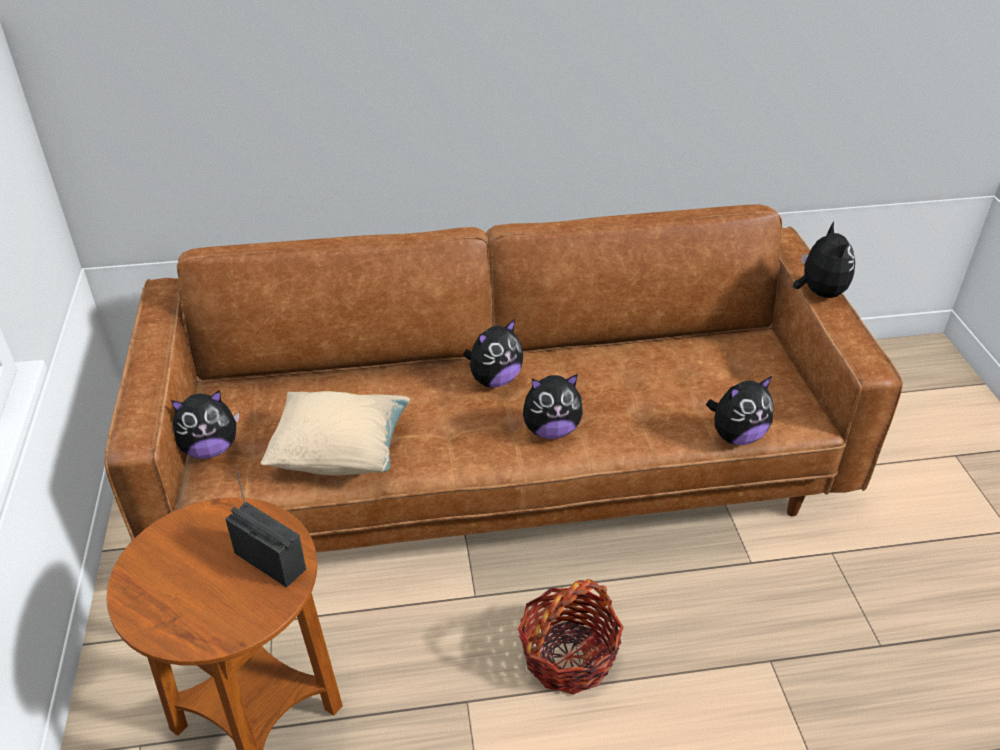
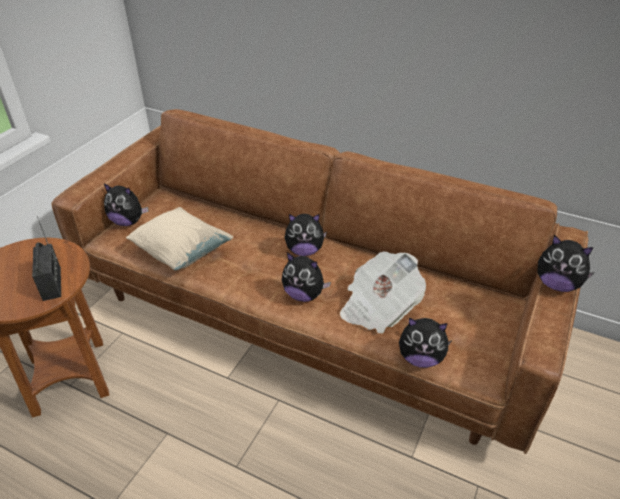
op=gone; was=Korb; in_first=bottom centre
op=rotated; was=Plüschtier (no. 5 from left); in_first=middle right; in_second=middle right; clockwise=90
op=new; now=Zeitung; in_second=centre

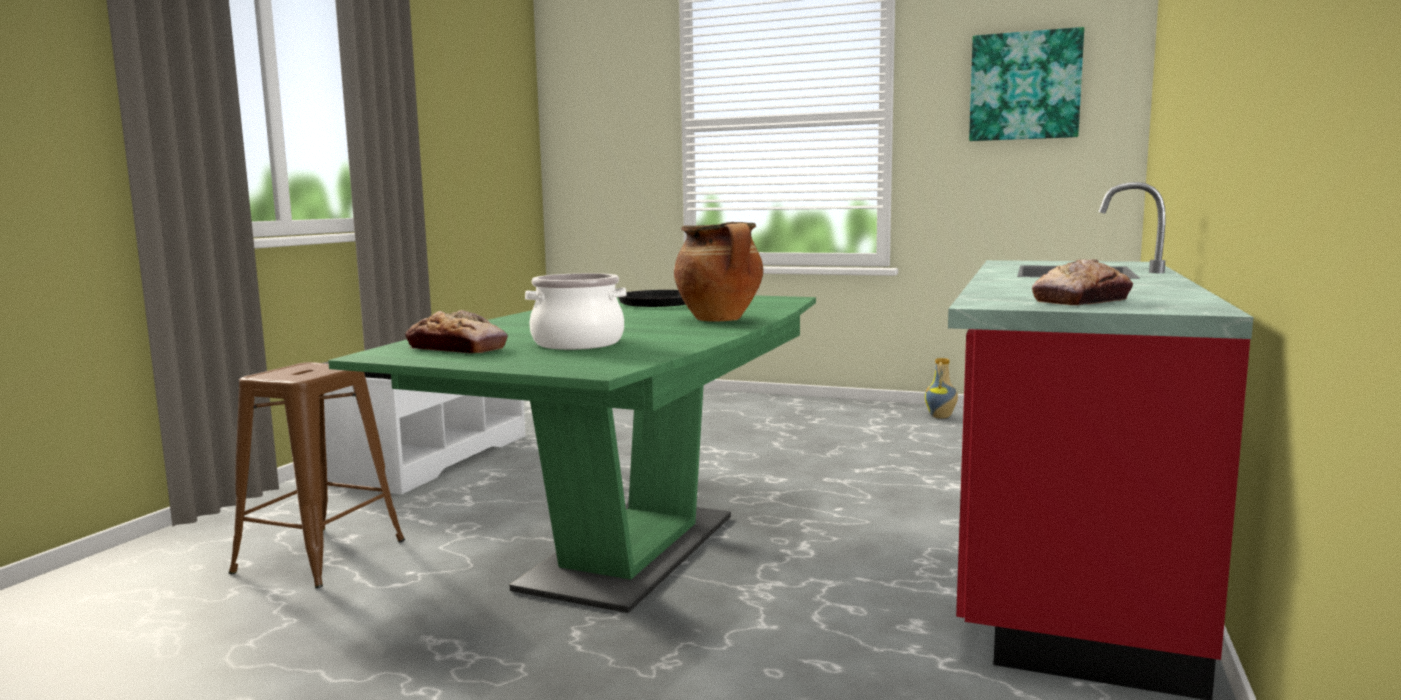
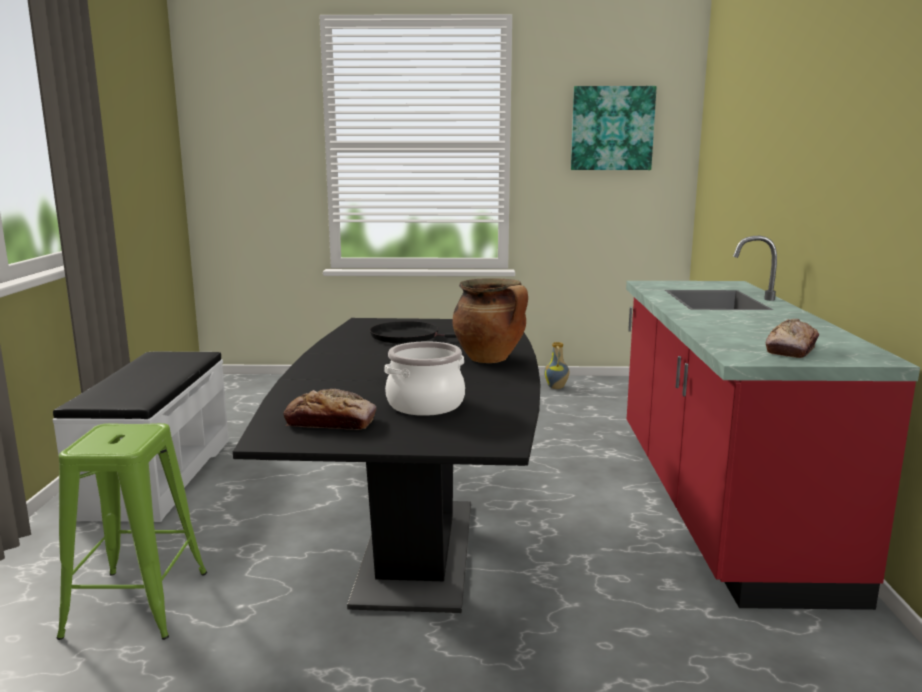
op=repainted; was=Hocker (braun); now=Hocker (grün); in_first=bottom left; in_second=bottom left
op=repainted; was=Esstisch (grün); now=Esstisch (schwarz); in_first=centre; in_second=bottom centre

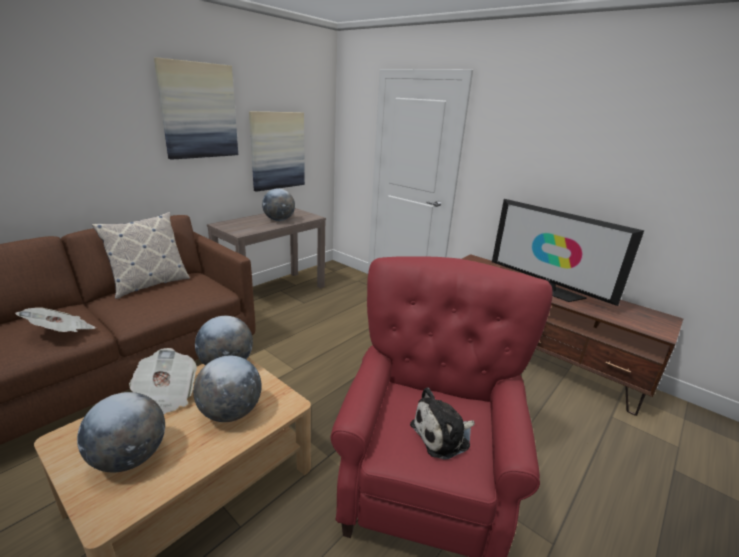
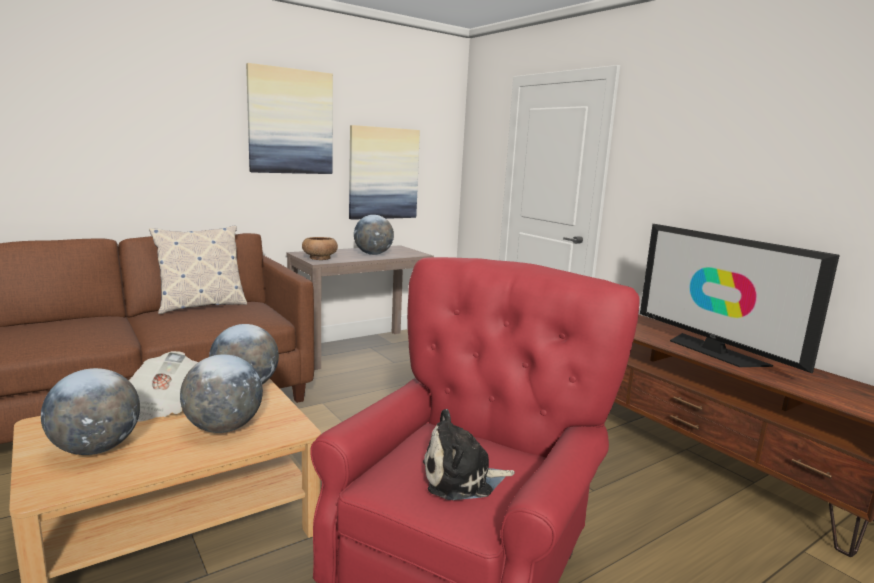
op=gone; was=Zeitung (no. 1 from left); in_first=middle left
op=new; now=Schüssel (braun); in_second=centre

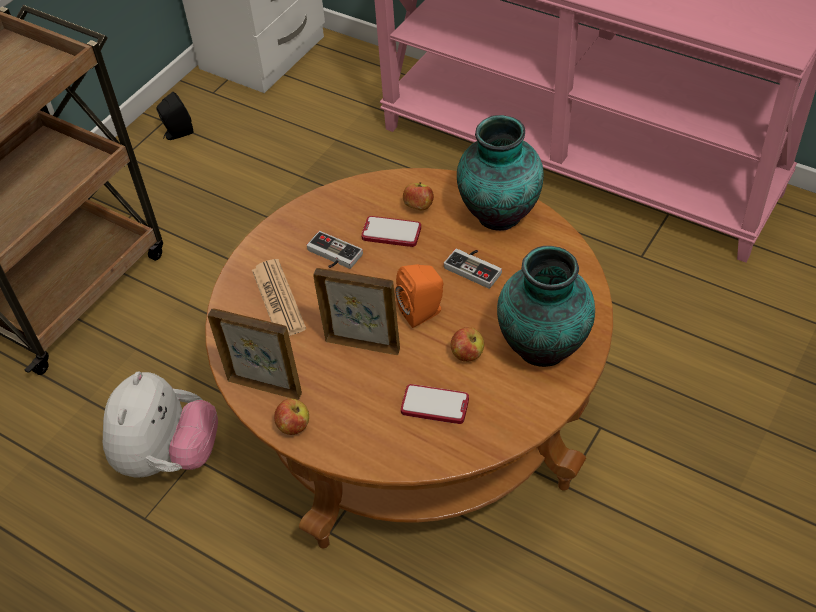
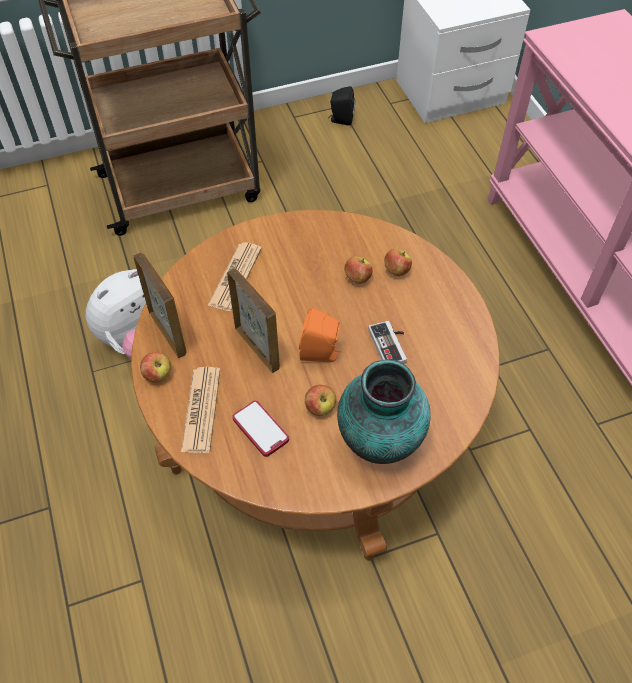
op=gone; was=Gamepad (no. 1 from left); in_first=centre
op=swapped; was=Handy (no. 1 from left); now=Apfel (no. 3 from left); in_first=centre; in_second=centre
op=gone; was=Vase (no. 1 from left); in_first=top centre
op=new; now=Zeitung (no. 1 from left); in_second=middle left

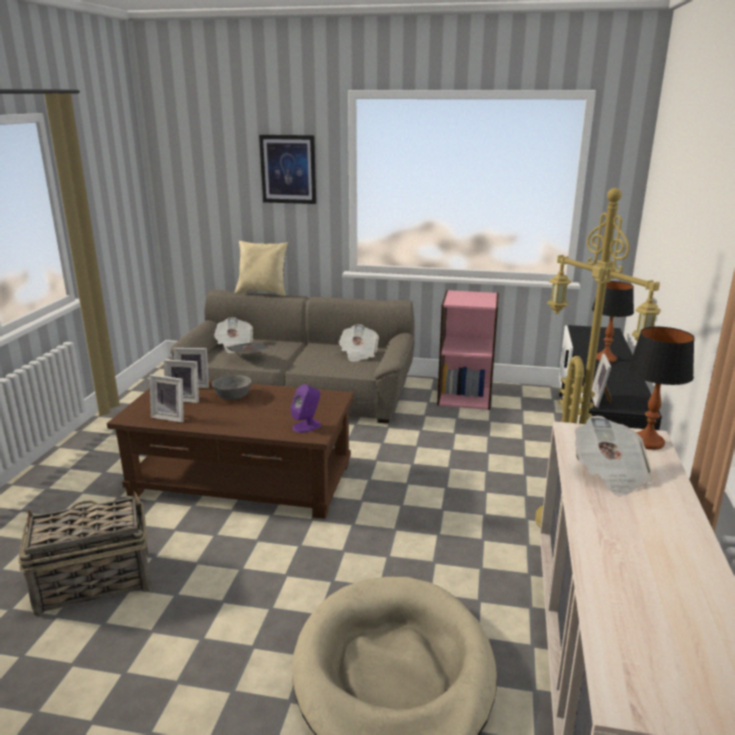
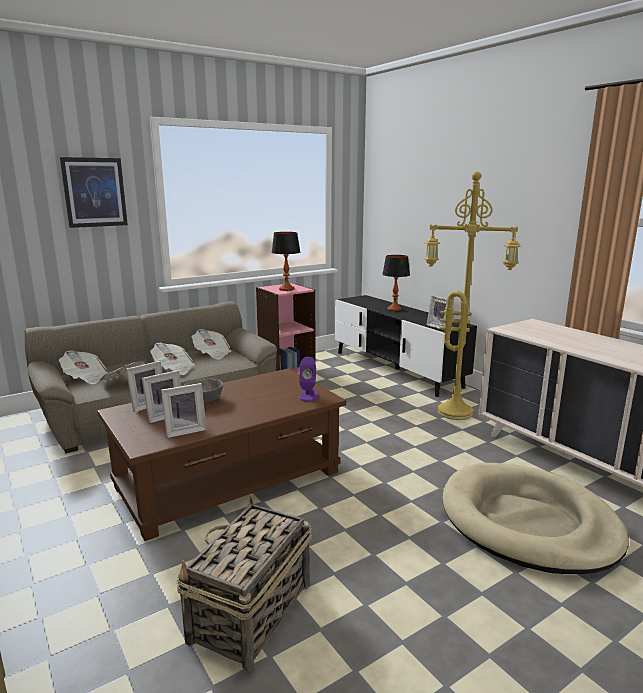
op=gone; was=Kissen (beige); in_first=centre
op=shifted; was=Zeitung (no. 4 from left in the first image); now=Zeitung (no. 3 from left); in_first=middle right; in_second=middle left
op=shifted; was=Tischlampe (no. 2 from left in the first image); now=Tischlampe (no. 1 from left); in_first=middle right; in_second=centre

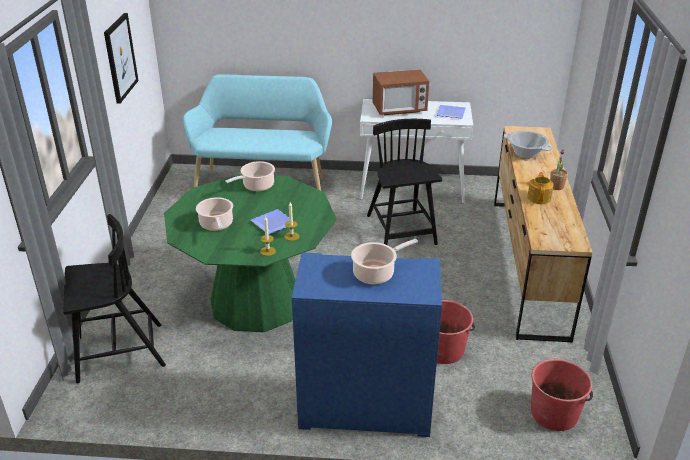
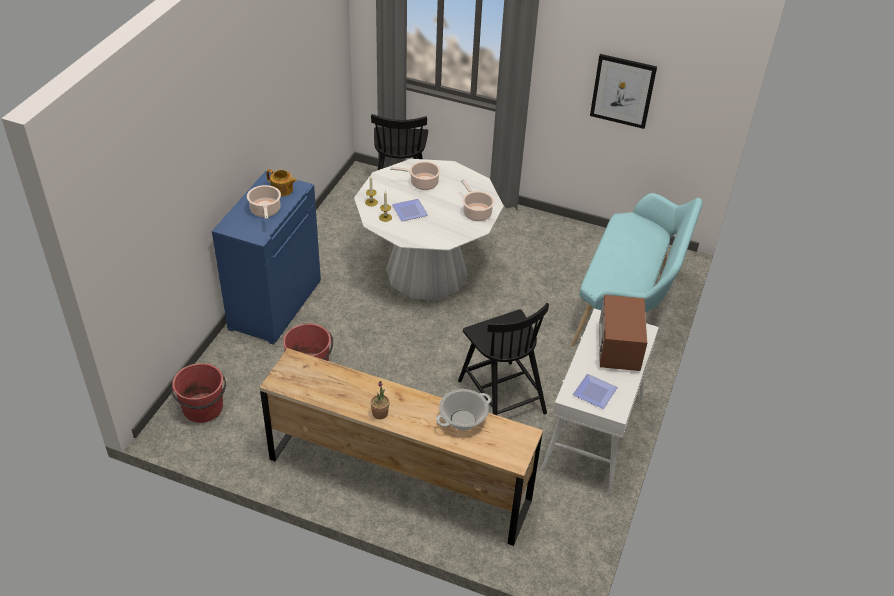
op=repainted; was=Esstisch (grün); now=Esstisch (weiß); in_first=centre; in_second=centre
op=rotated; was=Stuhl (schwarz) (no. 2 from left); in_first=centre; in_second=centre; clockwise=60
op=shifted; was=Teekanne; in_first=middle right; in_second=top left

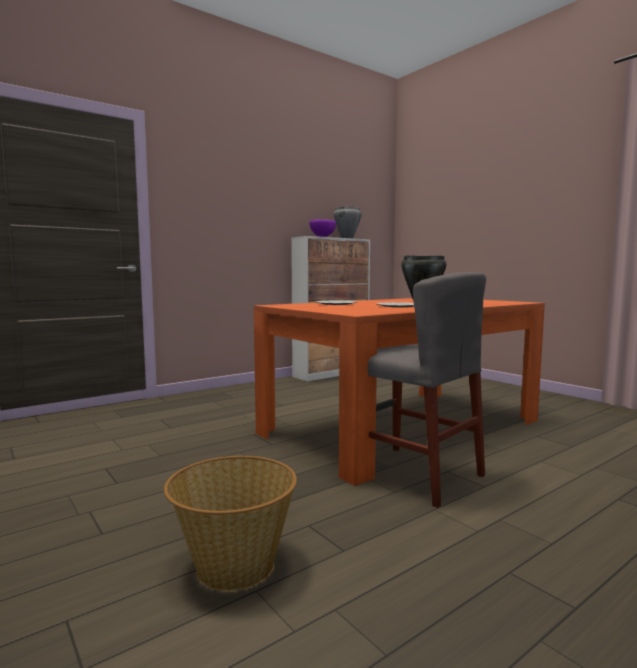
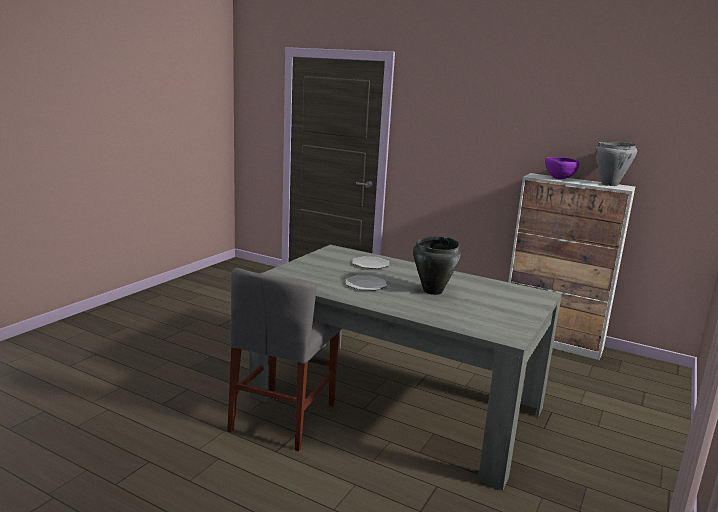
op=gone; was=Korb; in_first=bottom centre
op=repainted; was=Esstisch (orange); now=Esstisch (grau); in_first=centre; in_second=bottom centre

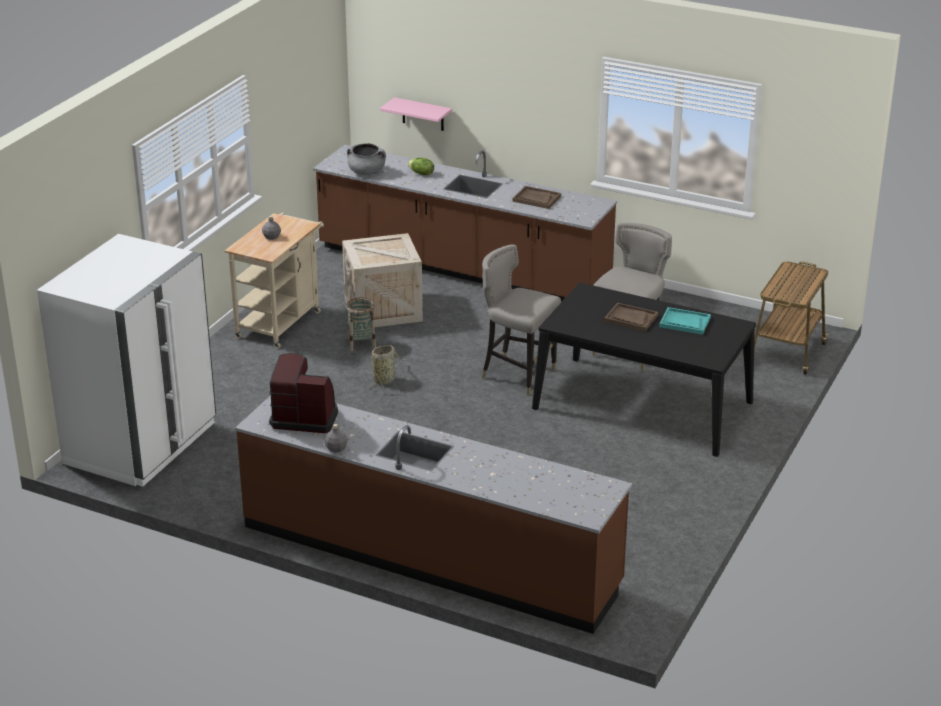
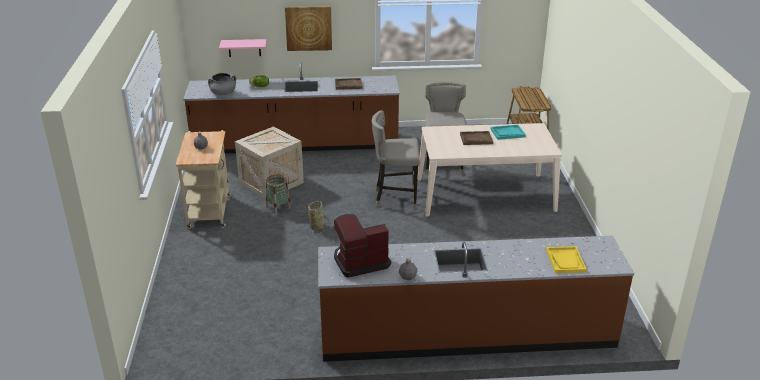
op=gone; was=Kühlschrank (weiß); in_first=middle left
op=repainted; was=Esstisch (schwarz); now=Esstisch (beige); in_first=middle right; in_second=centre
op=new; now=Bild; in_second=top centre
op=new; now=Tablett (gelb); in_second=bottom right

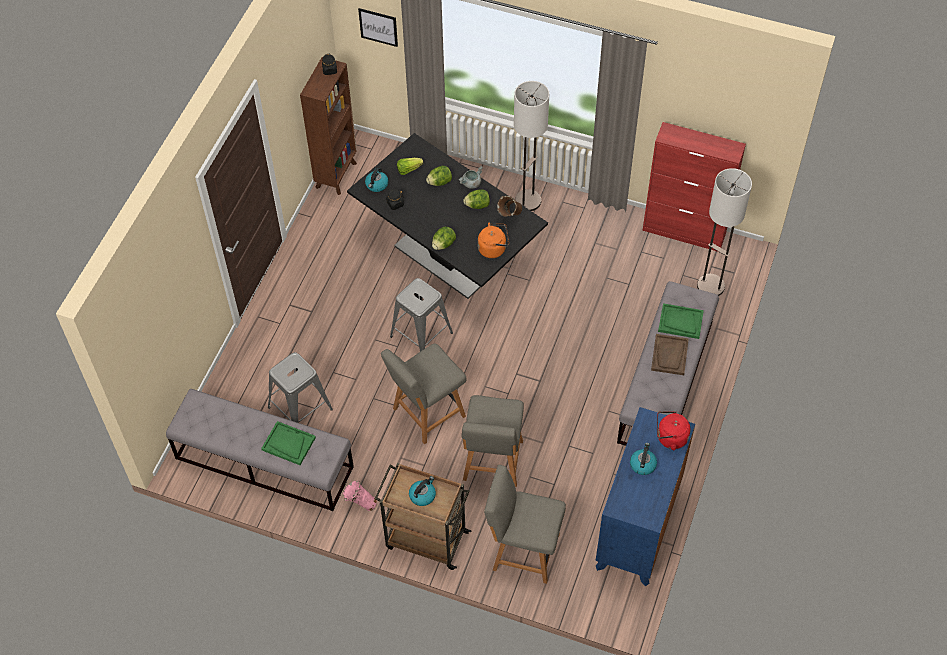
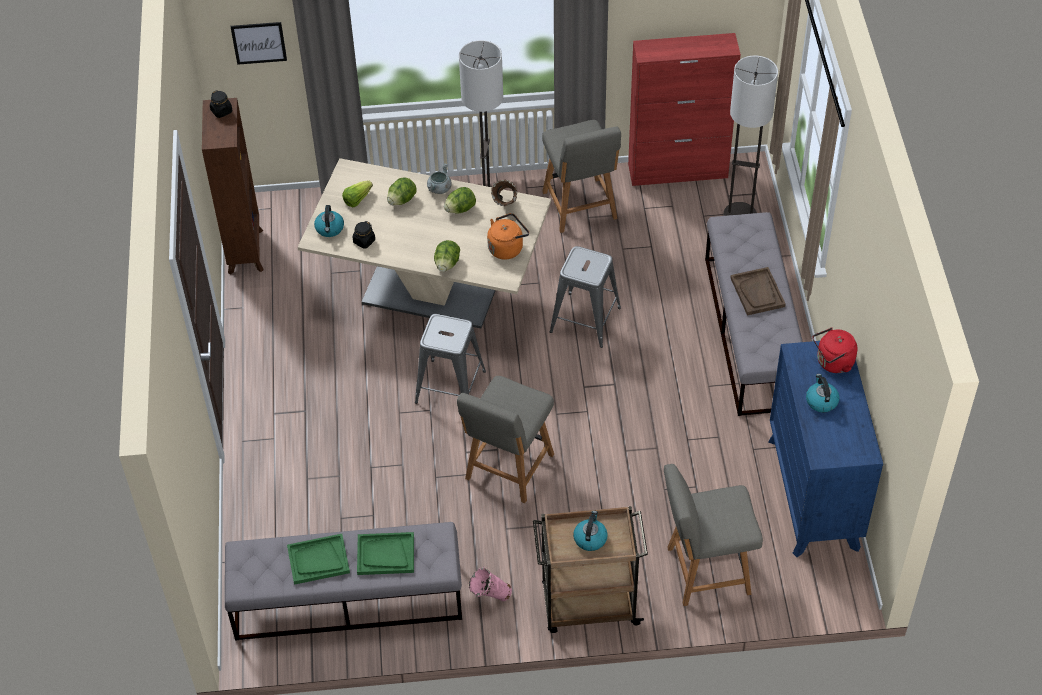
op=shifted; was=Hocker (grau) (no. 1 from left in the first image); now=Hocker (grau) (no. 2 from left); in_first=middle left; in_second=centre
op=repainted; was=Esstisch (schwarz); now=Esstisch (beige); in_first=top centre; in_second=centre
op=shifted; was=Stuhl (grau) (no. 2 from left); in_first=bottom centre; in_second=top centre
op=shifted; was=Tablett (grün) (no. 2 from left in the first image); now=Tablett (grün) (no. 1 from left); in_first=middle right; in_second=bottom left

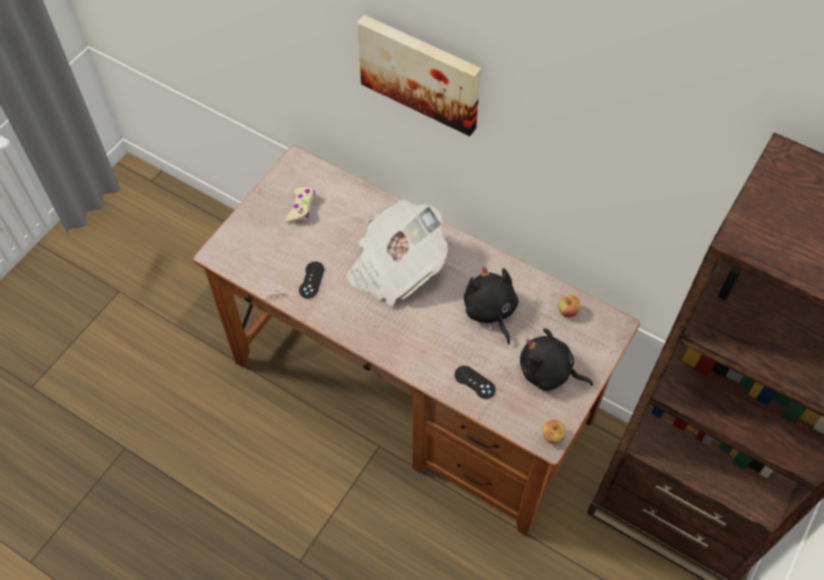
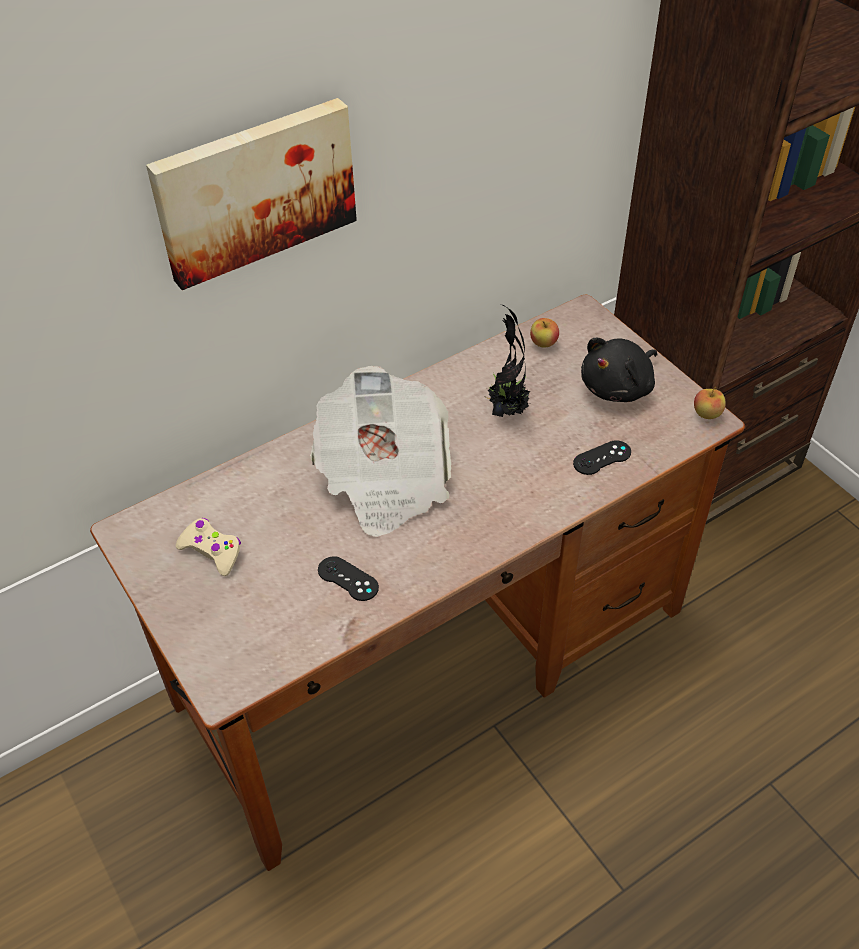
op=swapped; was=Plüschtier (schwarz) (no. 1 from left); now=Topfpflanze; in_first=centre; in_second=centre

